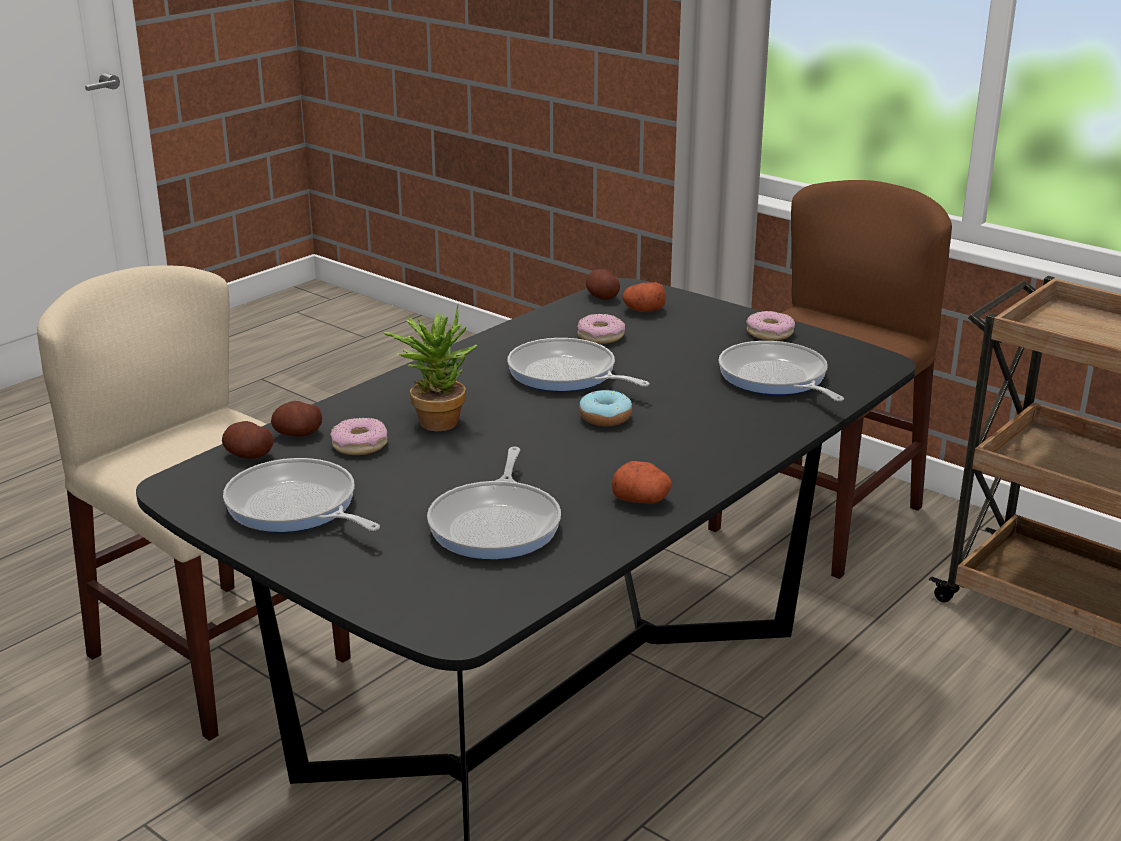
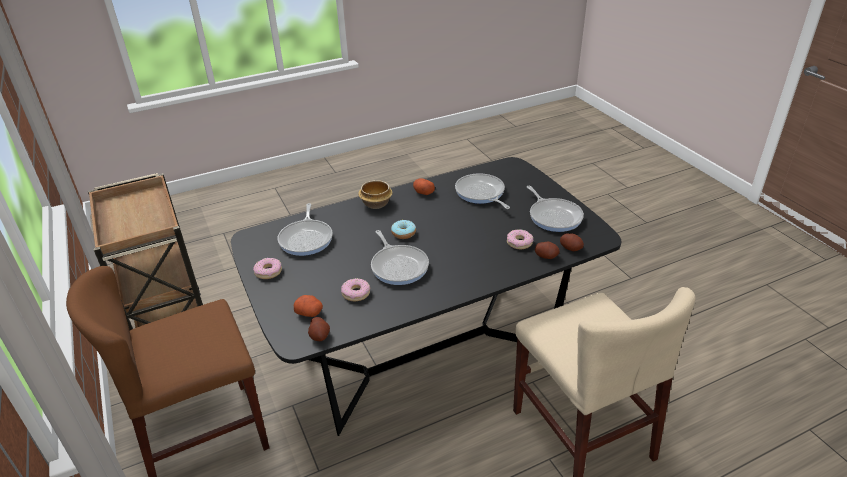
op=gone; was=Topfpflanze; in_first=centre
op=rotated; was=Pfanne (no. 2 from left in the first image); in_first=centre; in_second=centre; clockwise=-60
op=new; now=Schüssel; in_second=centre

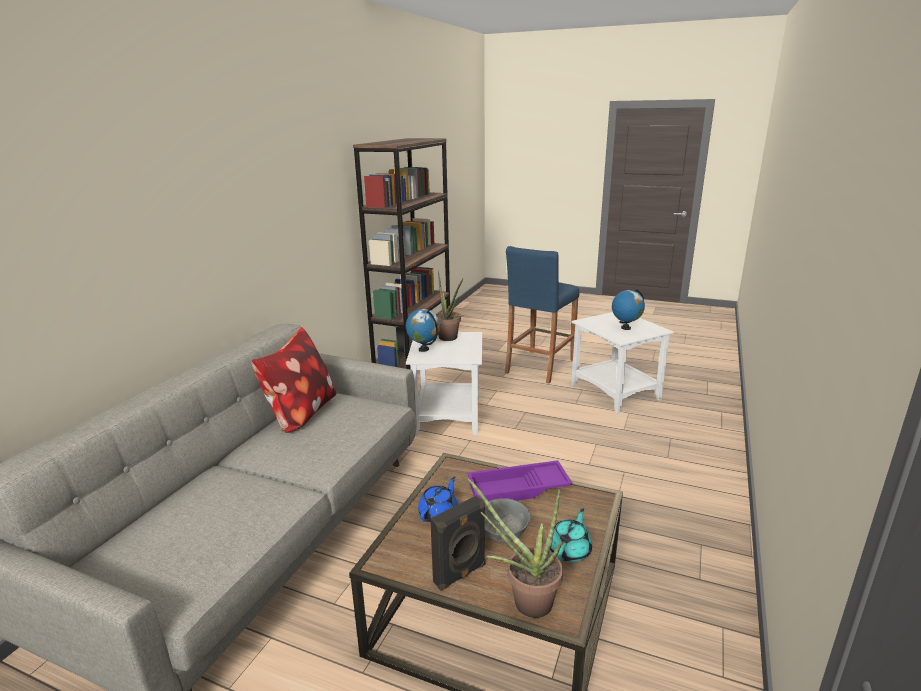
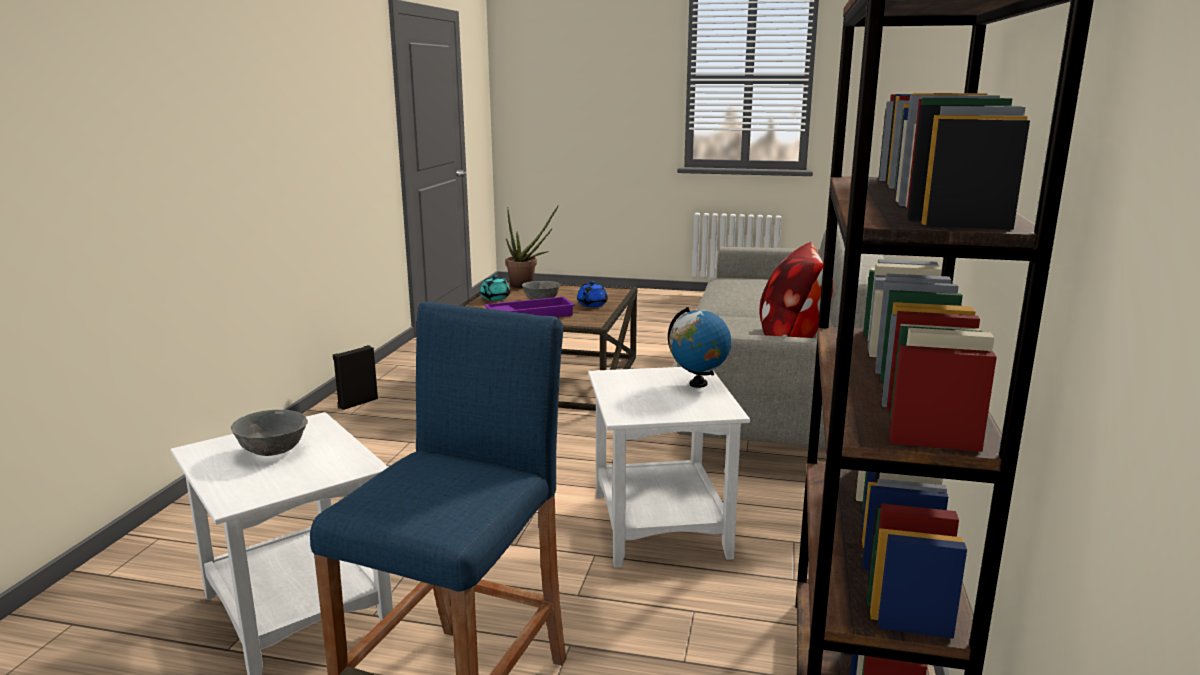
op=shifted; was=Lautsprecher (schwarz); in_first=bottom centre; in_second=middle left
op=gone; was=Topfpflanze (no. 1 from left); in_first=centre
op=swapped; was=Globus (no. 2 from left); now=Schüssel (grau) (no. 1 from left); in_first=middle right; in_second=middle left

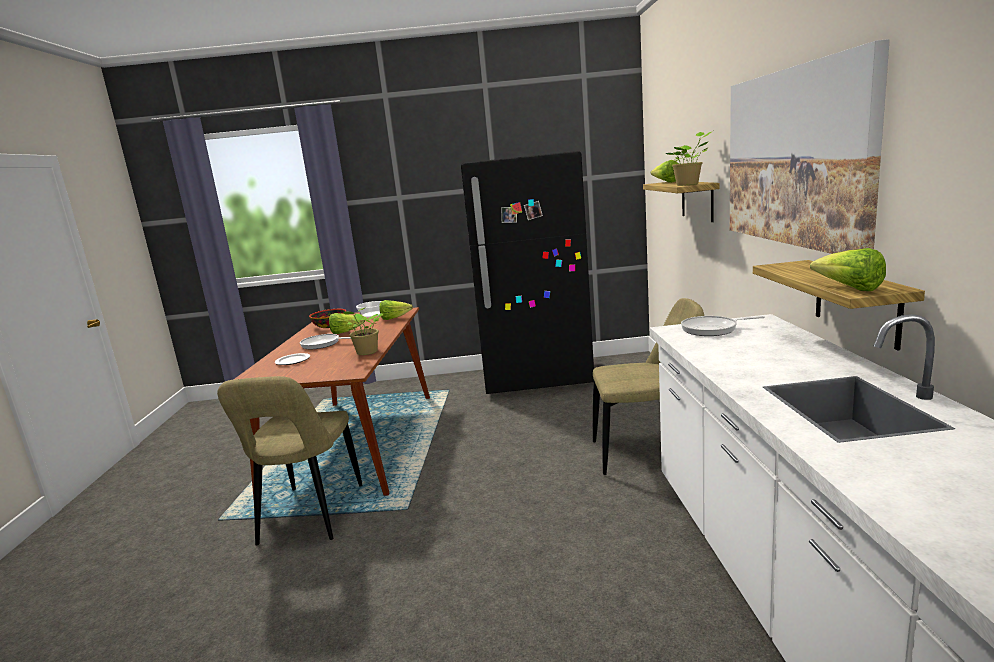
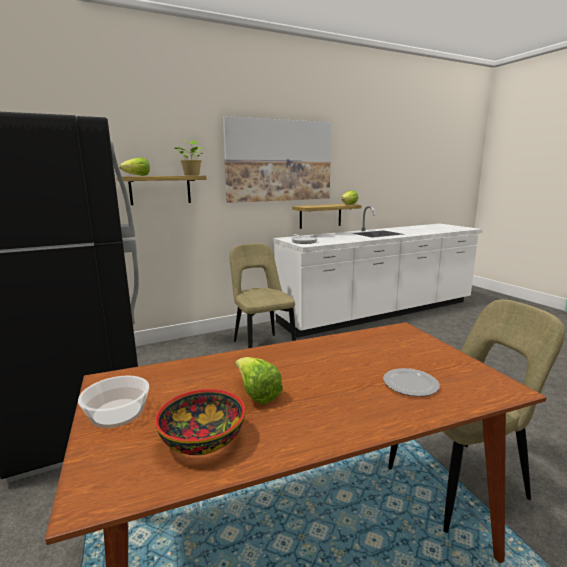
op=gone; was=Pfanne (no. 1 from left); in_first=middle left
op=gone; was=Topfpflanze (no. 1 from left); in_first=centre
op=gone; was=Salatkopf (no. 2 from left); in_first=centre

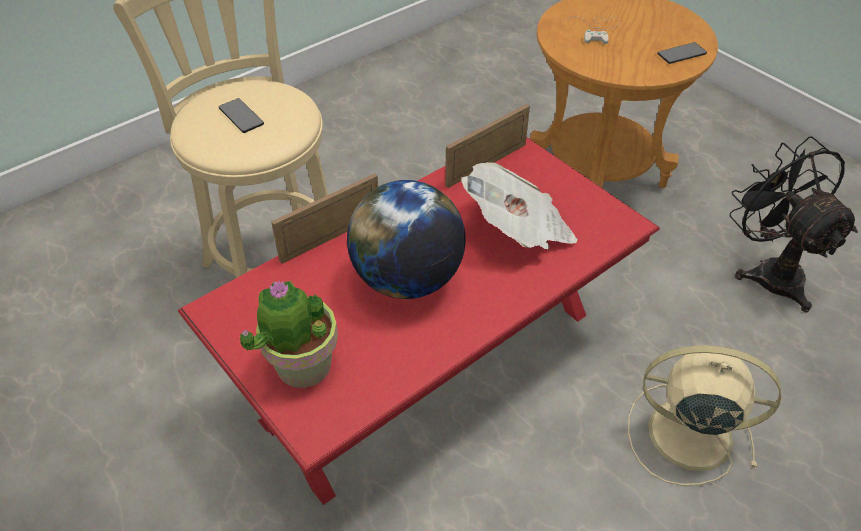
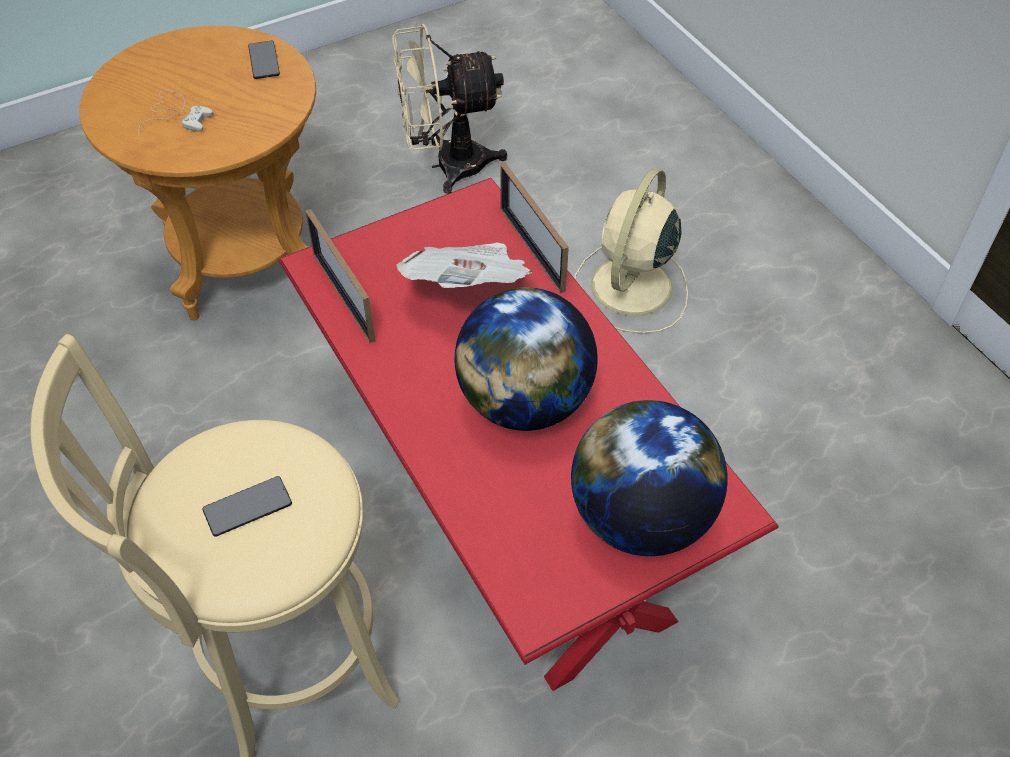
op=swapped; was=Topfpflanze; now=Globus (no. 2 from left); in_first=centre; in_second=centre
op=shifted; was=Bilderrahmen (no. 1 from left in the first image); now=Bilderrahmen (no. 2 from left); in_first=centre; in_second=top centre
op=repainted; was=Ventilator (schwarz); now=Ventilator (beige) (no. 1 from left); in_first=middle right; in_second=top centre

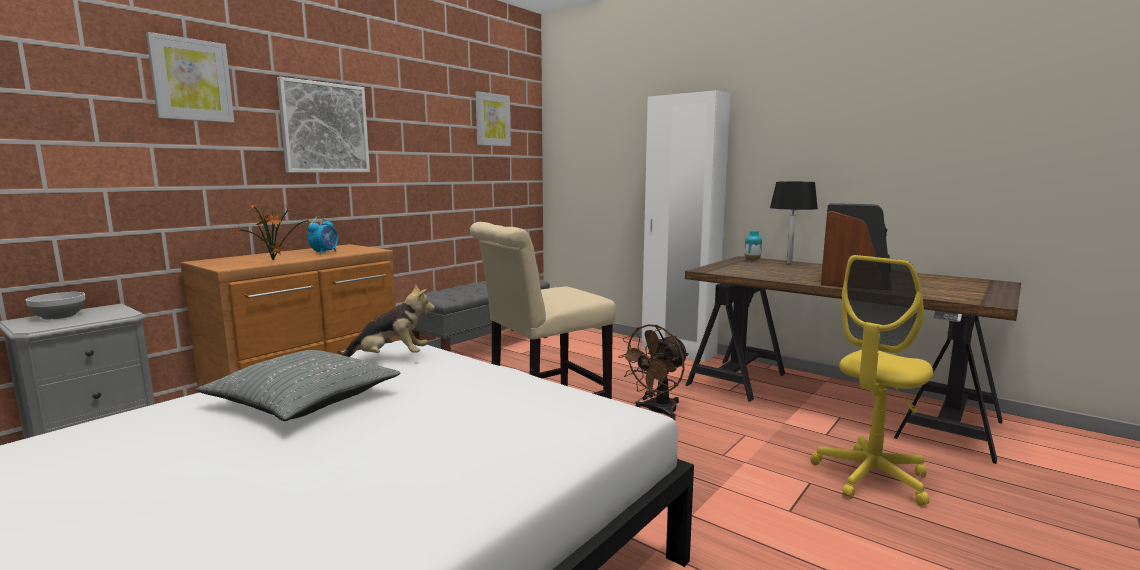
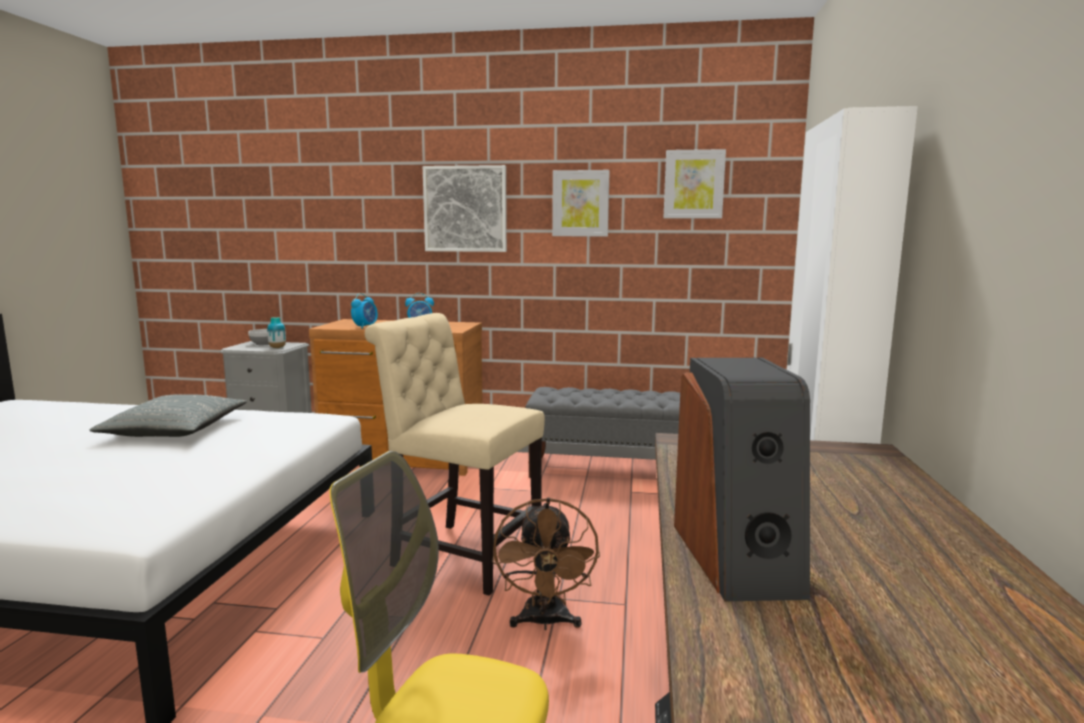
op=shifted; was=Bild (no. 1 from left in the first image); now=Bild (no. 2 from left); in_first=top left; in_second=top centre
op=swapped; was=Topfpflanze; now=Wecker (no. 1 from left); in_first=middle left; in_second=centre
op=gone; was=Plüschtier; in_first=centre
op=rotated; was=Ventilator (braun); in_first=centre; in_second=bottom centre; clockwise=-105
op=shifted; was=Vase; in_first=centre; in_second=middle left
op=gone; was=Tischlampe (schwarz); in_first=middle right

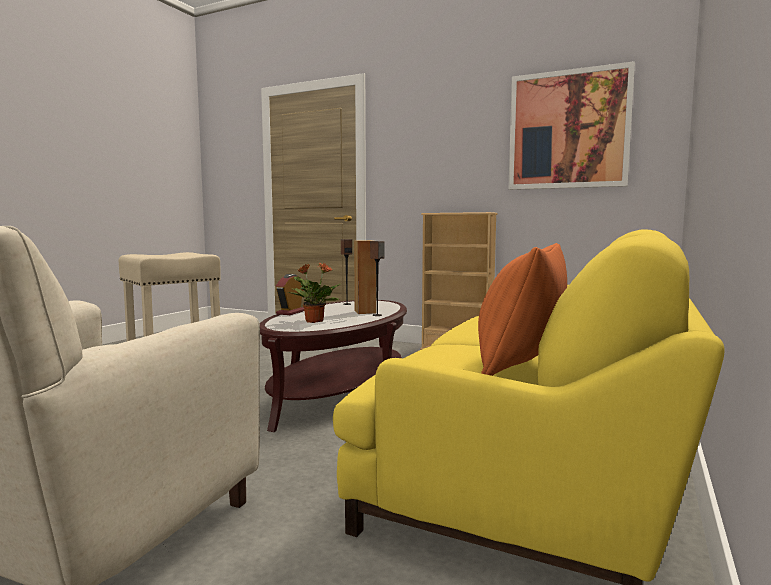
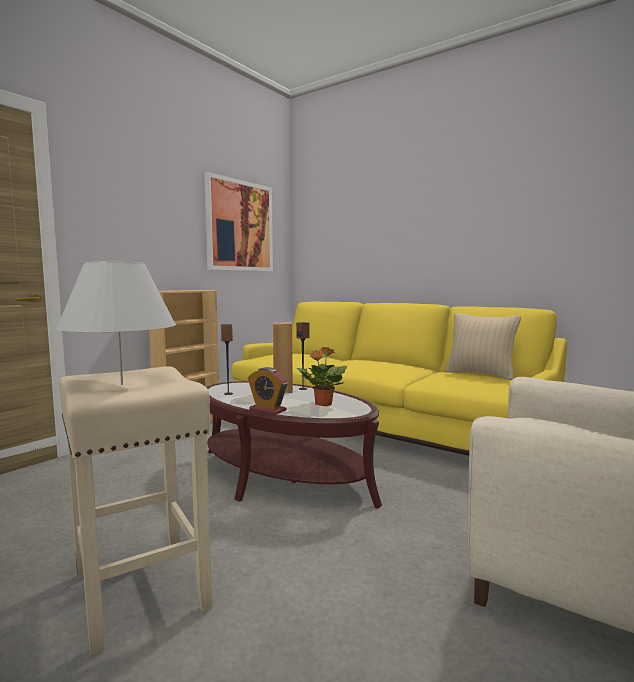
op=repainted; was=Kissen (orange); now=Kissen (beige); in_first=middle right; in_second=middle right
op=new; now=Tischlampe (weiß); in_second=middle left

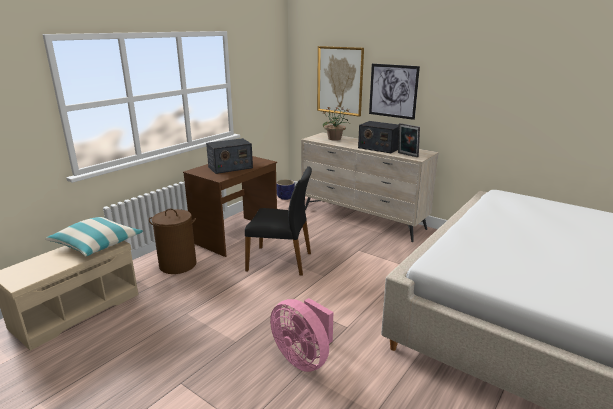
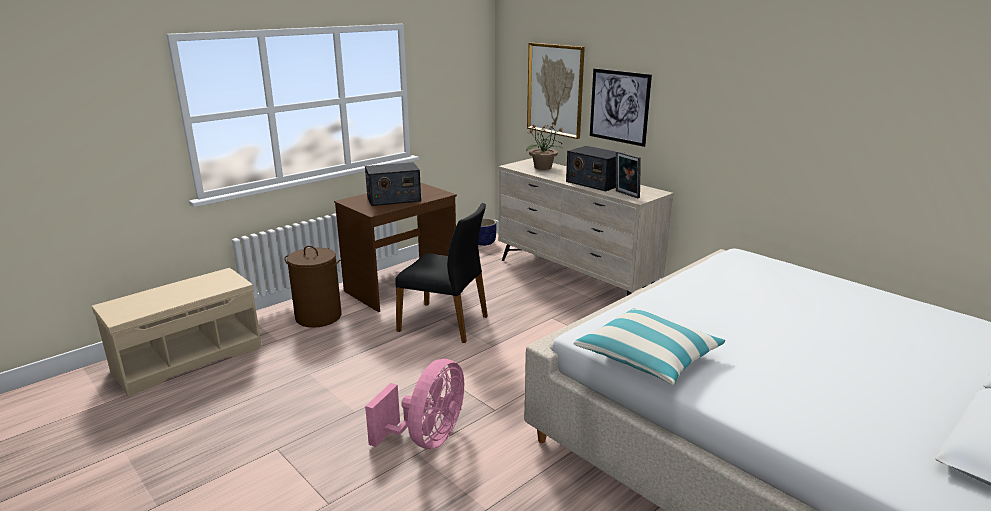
op=shifted; was=Kissen; in_first=middle left; in_second=bottom centre
op=rotated; was=Ventilator (rosa); in_first=bottom centre; in_second=bottom centre; clockwise=-120

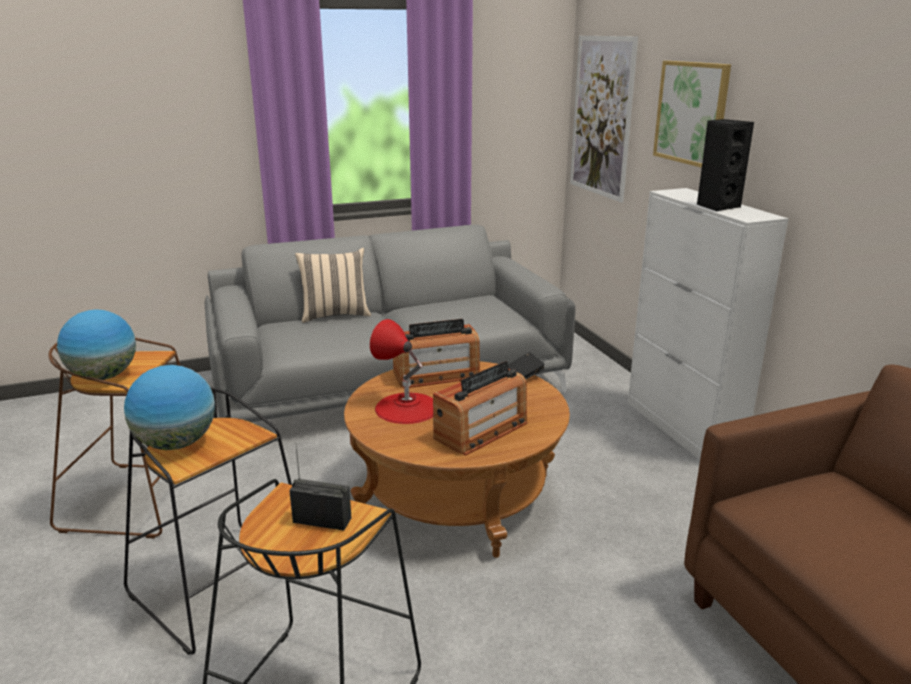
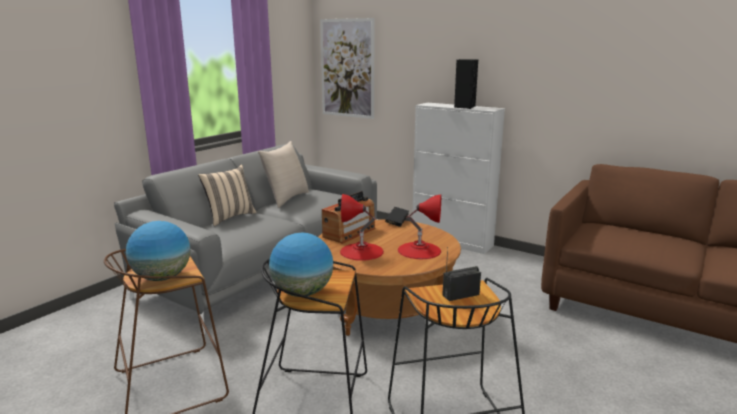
op=swapped; was=Radio (no. 3 from left); now=Tischlampe (rot) (no. 2 from left); in_first=centre; in_second=centre
op=gone; was=Bild (no. 2 from left); in_first=top right
op=new; now=Kissen (beige) (no. 2 from left); in_second=centre

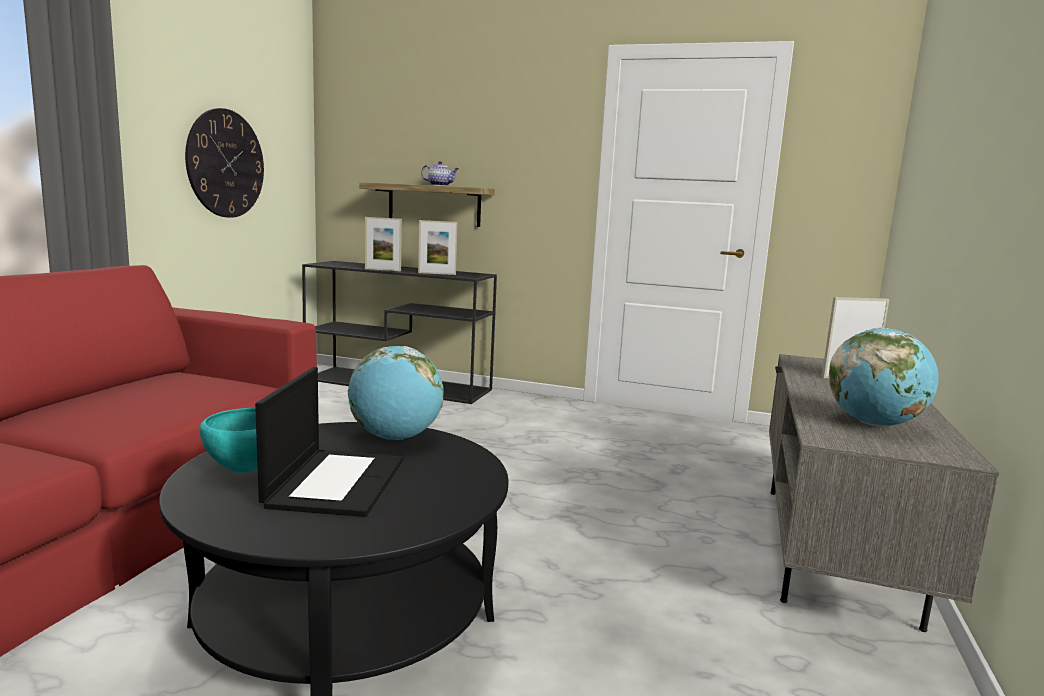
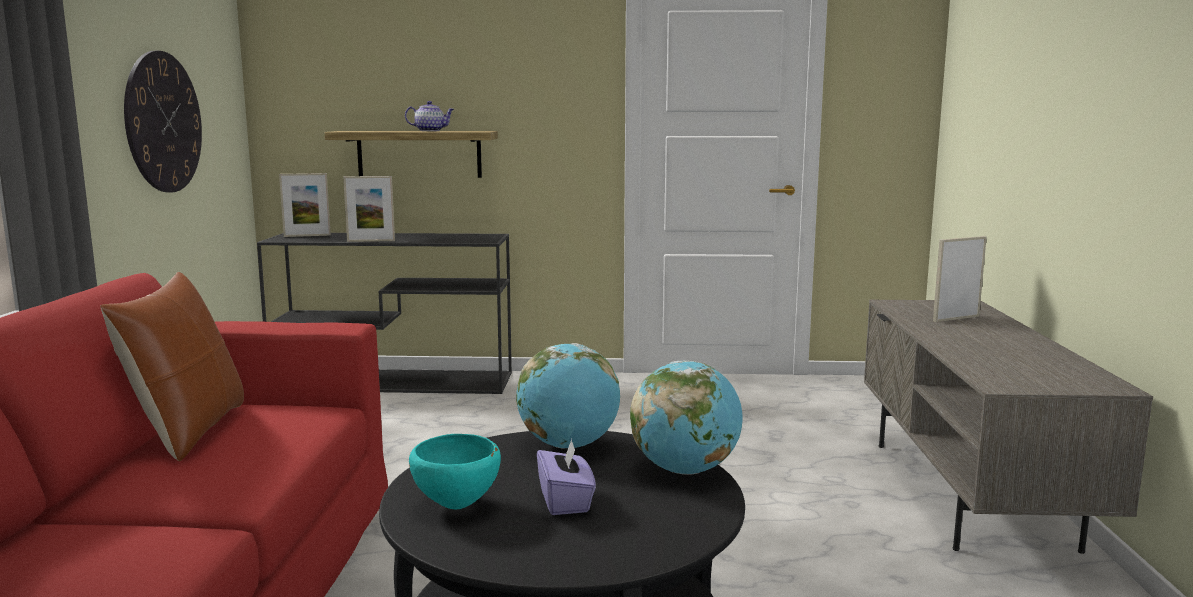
op=swapped; was=Laptop; now=Taschentuchbox (lila); in_first=middle left; in_second=bottom centre
op=shifted; was=Bilderrahmen (no. 2 from left in the first image); now=Bilderrahmen (no. 1 from left); in_first=centre; in_second=middle left
op=shifted; was=Globus (no. 2 from left); in_first=middle right; in_second=bottom centre
op=new; now=Kissen (braun); in_second=middle left

